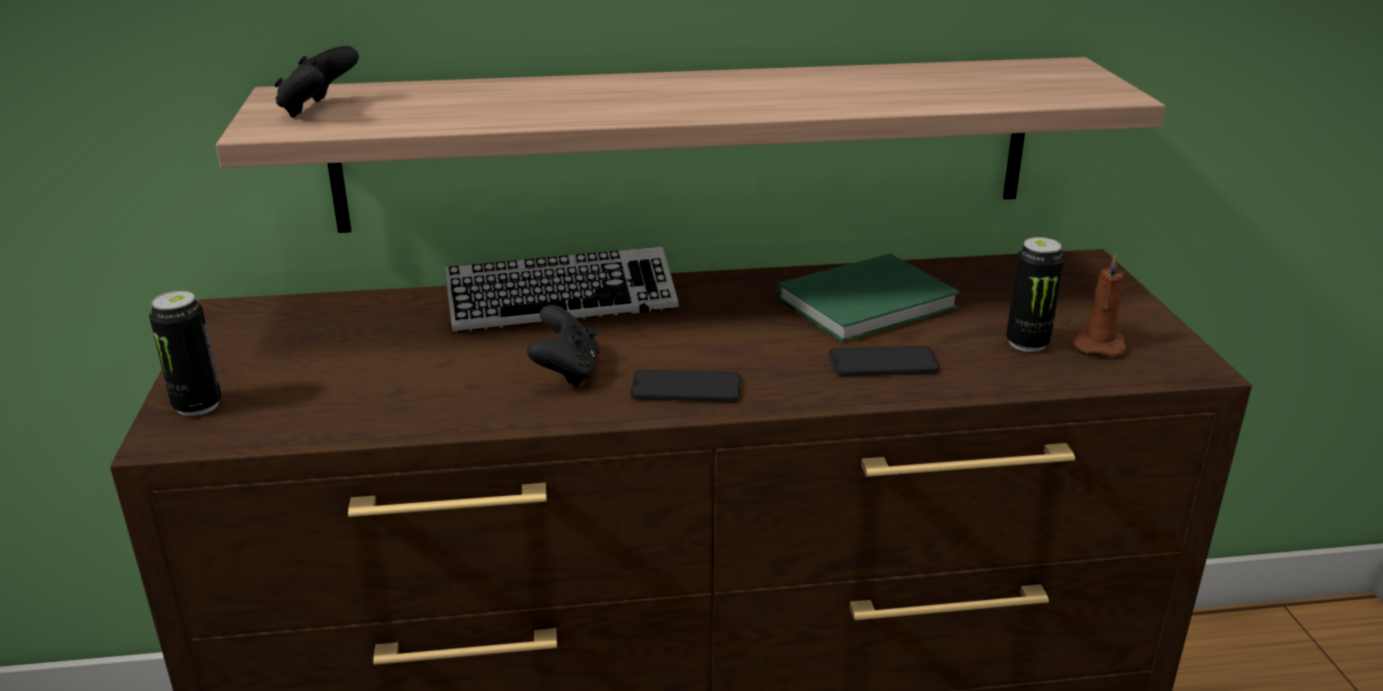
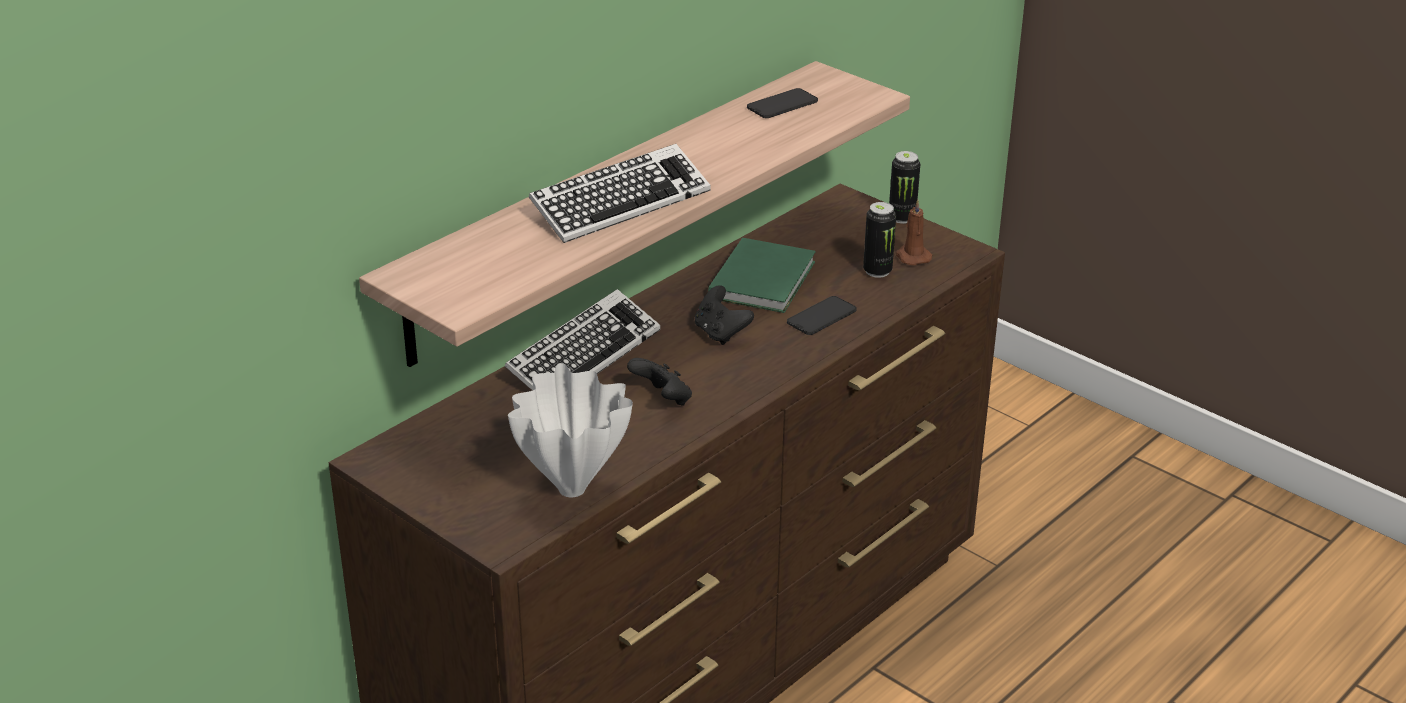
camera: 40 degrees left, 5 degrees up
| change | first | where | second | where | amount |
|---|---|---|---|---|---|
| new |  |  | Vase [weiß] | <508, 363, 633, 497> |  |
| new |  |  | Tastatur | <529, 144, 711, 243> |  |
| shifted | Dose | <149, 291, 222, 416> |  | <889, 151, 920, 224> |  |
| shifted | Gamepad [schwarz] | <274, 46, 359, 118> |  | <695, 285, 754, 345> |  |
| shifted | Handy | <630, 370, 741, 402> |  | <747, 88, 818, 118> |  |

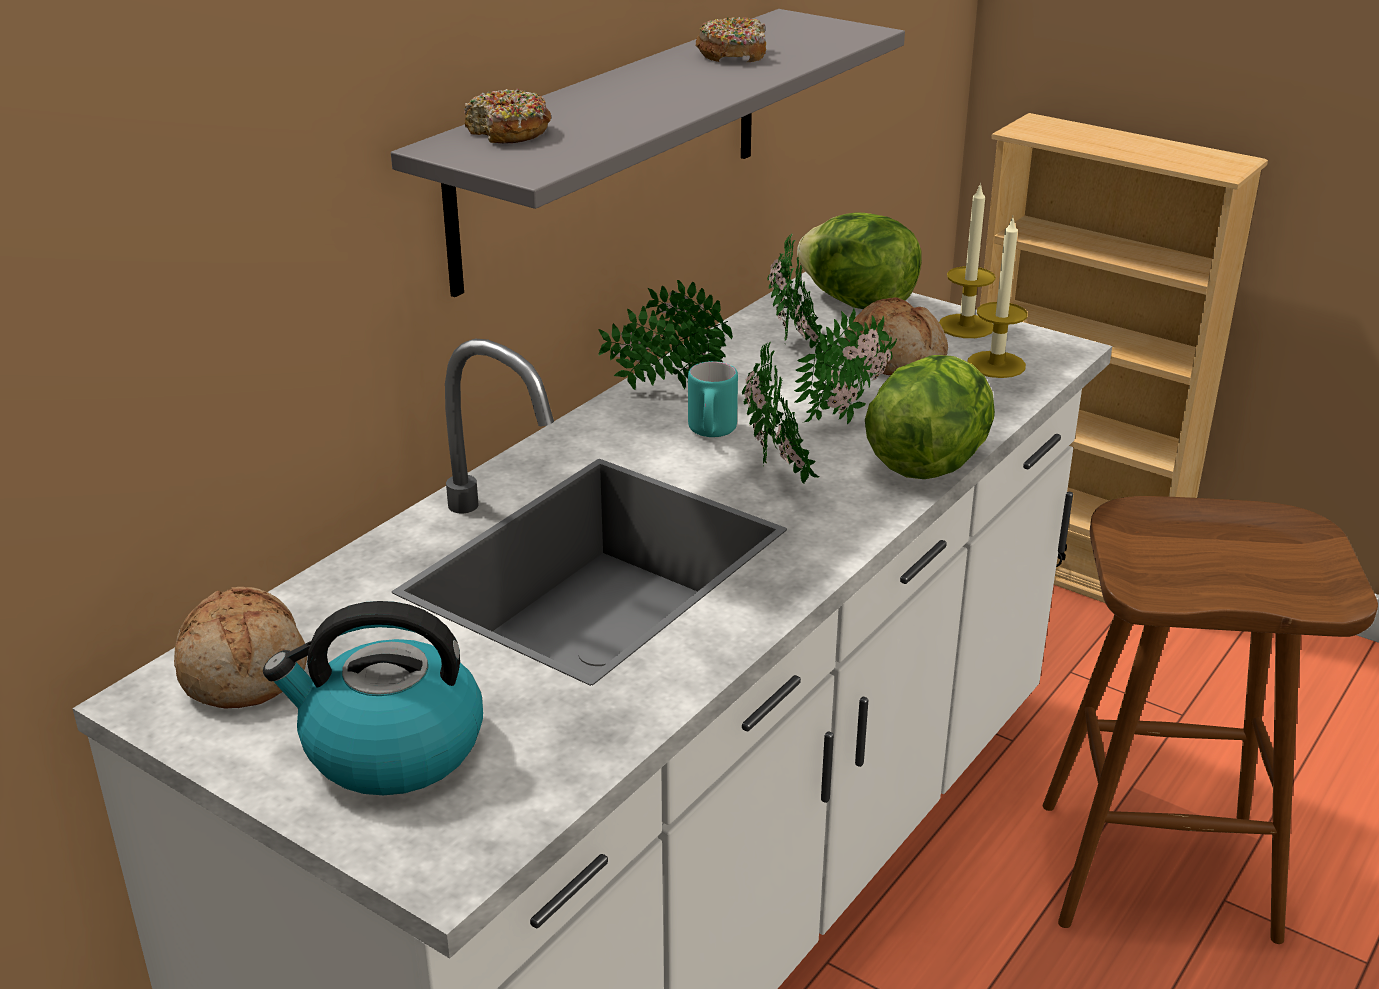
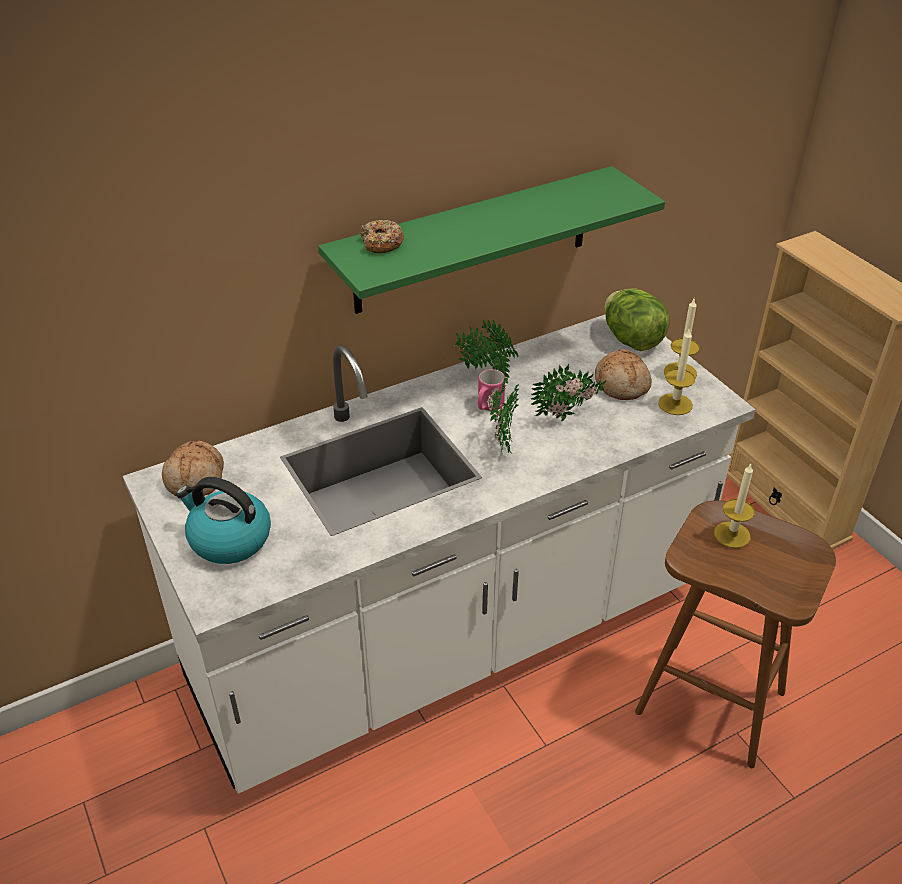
camera: 25 degrees right, 10 degrees up
| change | first | where | second | where | amount |
|---|---|---|---|---|---|
| gone | Donut | <696, 17, 766, 62> |  |  |  |
| gone | Topfpflanze | <767, 233, 827, 355> |  |  |  |
| gone | Salatkopf | <865, 355, 995, 479> |  |  |  |
| new |  |  | Kerze | <714, 464, 755, 548> |  |
| repainted | Wandregal [grau] | <391, 9, 905, 297> | Wandregal [grün] | <318, 166, 665, 314> |  |
| repainted | Henkelbecher [türkis] | <688, 361, 738, 437> | Henkelbecher [rosa] | <477, 369, 505, 411> |  |

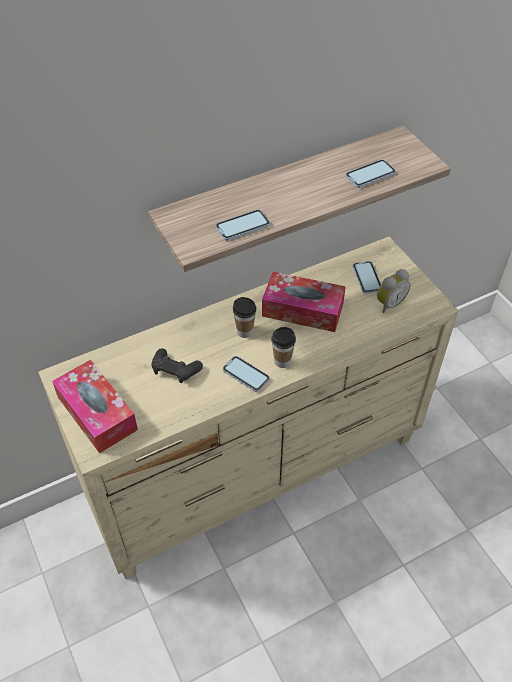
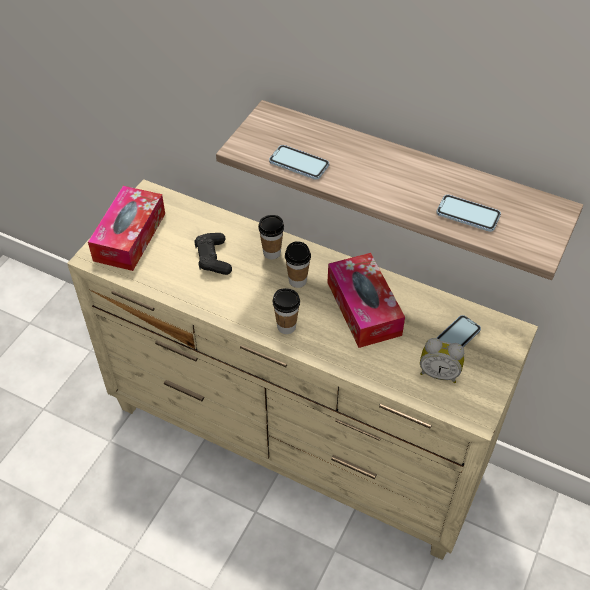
camera: 55 degrees right, 0 degrees up
| change | first | where | second | where | amount |
|---|---|---|---|---|---|
| gone | Handy | <223, 356, 270, 392> |  |  |  |
| new |  |  | Tasse | <258, 215, 284, 260> |  |

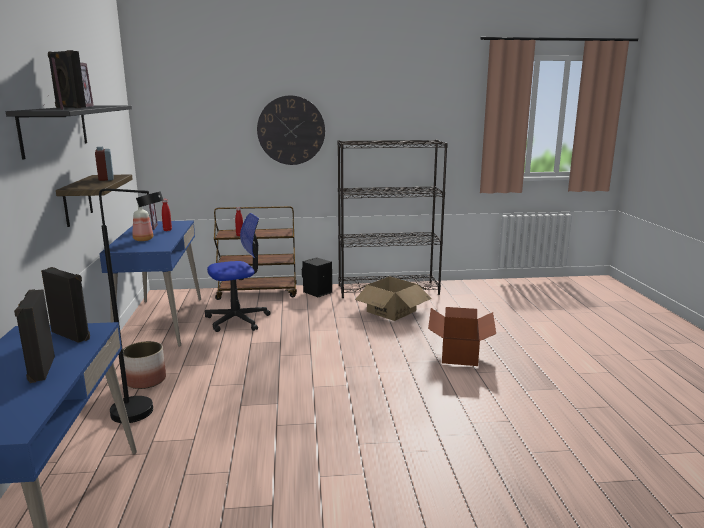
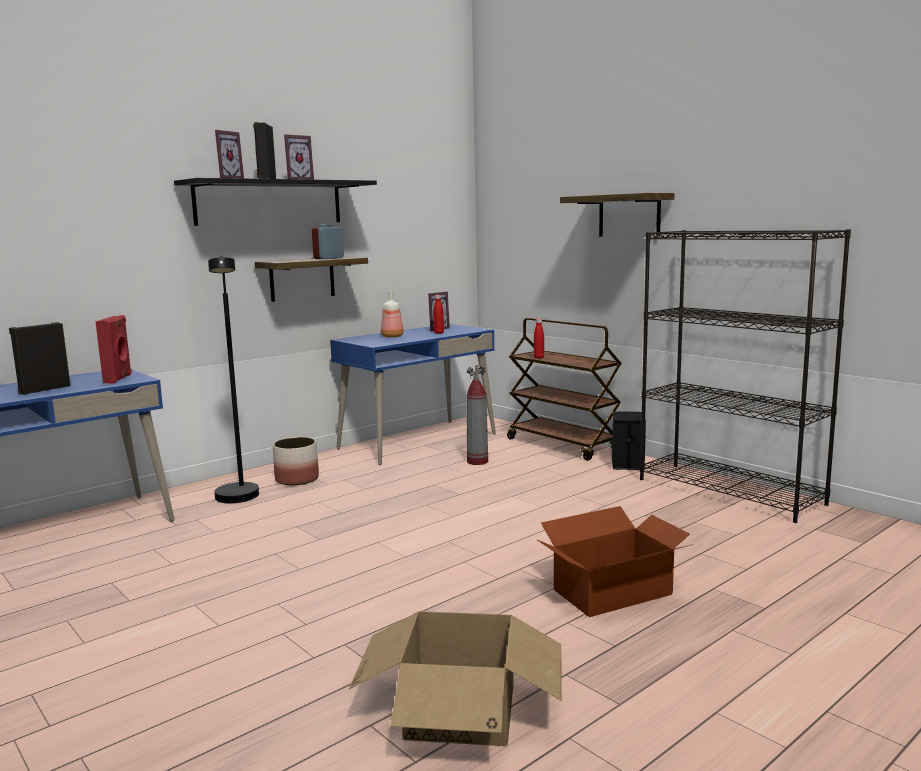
camera: 55 degrees right, 5 degrees down
| change | first | where | second | where | amount |
|---|---|---|---|---|---|
| shifted | Karton | <354, 277, 432, 321> |  | <349, 611, 562, 746> |  |
| swapped | Bürostuhl | <205, 213, 271, 332> | Feuerlöscher | <466, 364, 488, 465> |  |
| swapped | Wanduhr | <257, 95, 325, 165> | Wandregal | <560, 193, 675, 237> |  |
| repainted | Lautsprecher [schwarz] | <41, 267, 90, 343> | Lautsprecher [rot] | <95, 315, 132, 384> |  |

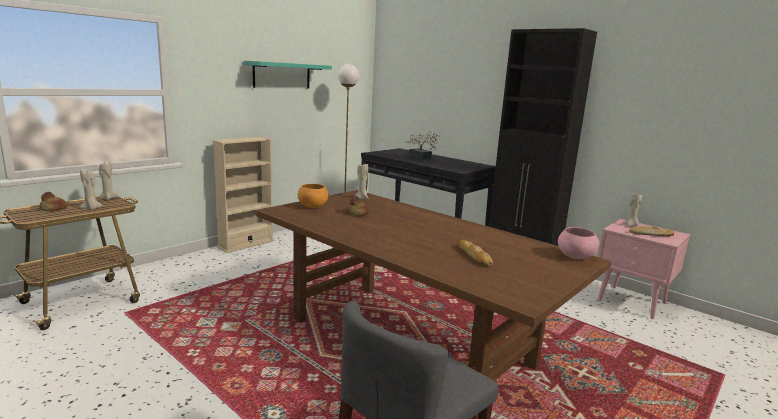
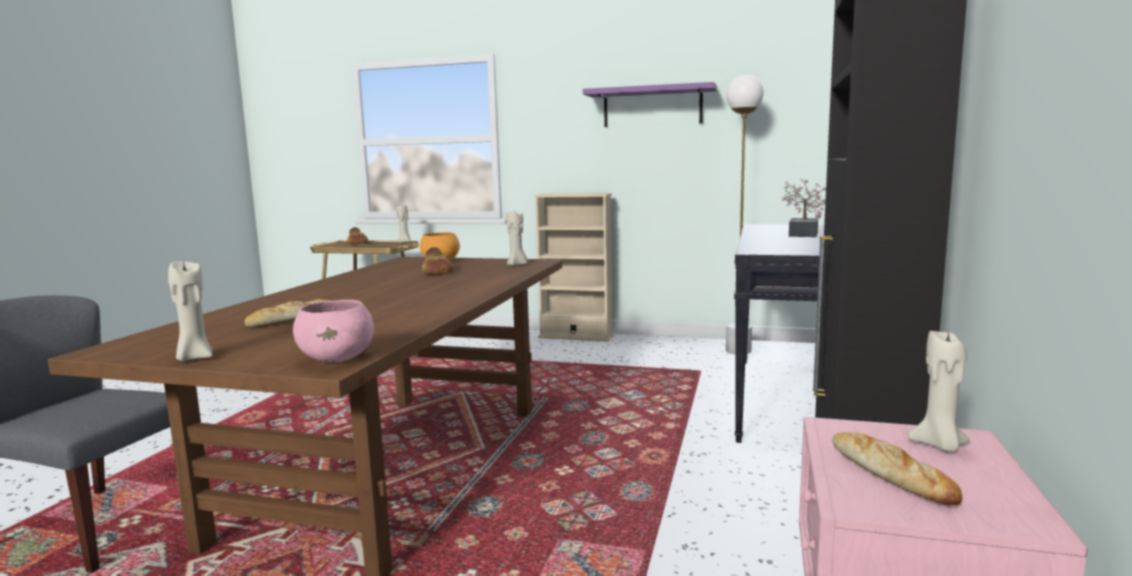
camera: 65 degrees right, 5 degrees down
| change | first | where | second | where | amount |
|---|---|---|---|---|---|
| shifted | Kerze [beige] | <80, 169, 103, 209> |  | <168, 261, 213, 361> |  |
| repainted | Wandregal [türkis] | <244, 61, 332, 89> | Wandregal [lila] | <583, 82, 717, 127> |  |

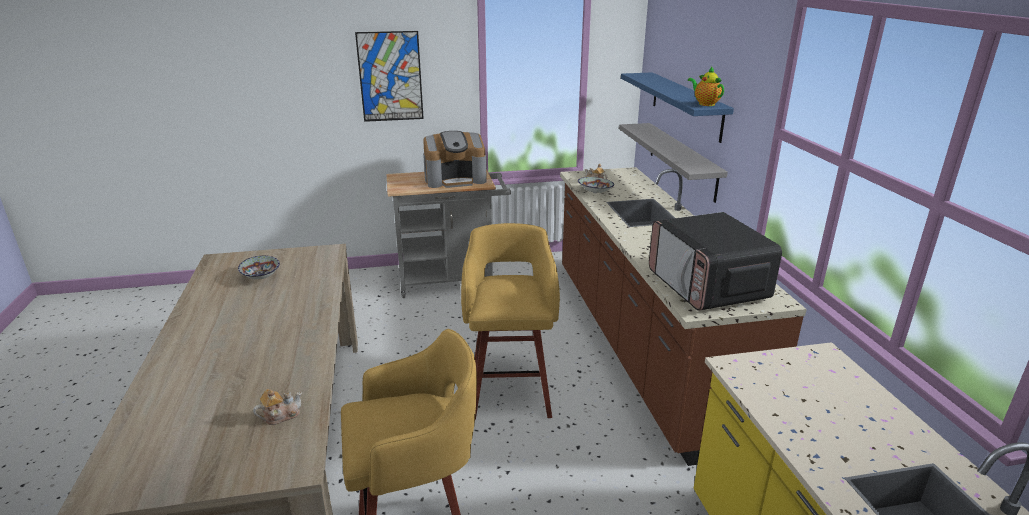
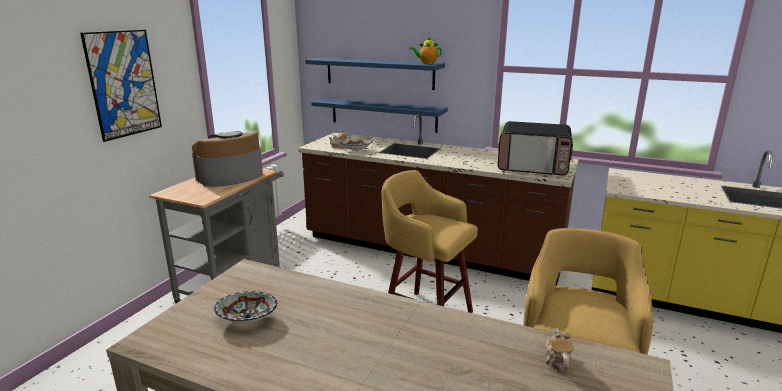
camera: 55 degrees left, 5 degrees down
| change | first | where | second | where | amount |
|---|---|---|---|---|---|
| repainted | Wandregal [grau] | <619, 123, 728, 203> | Wandregal [blau] | <311, 98, 448, 133> |  |
| rotated | Kaffeemaschine | <423, 131, 487, 188> |  | <192, 131, 263, 187> | 150 degrees counterclockwise |

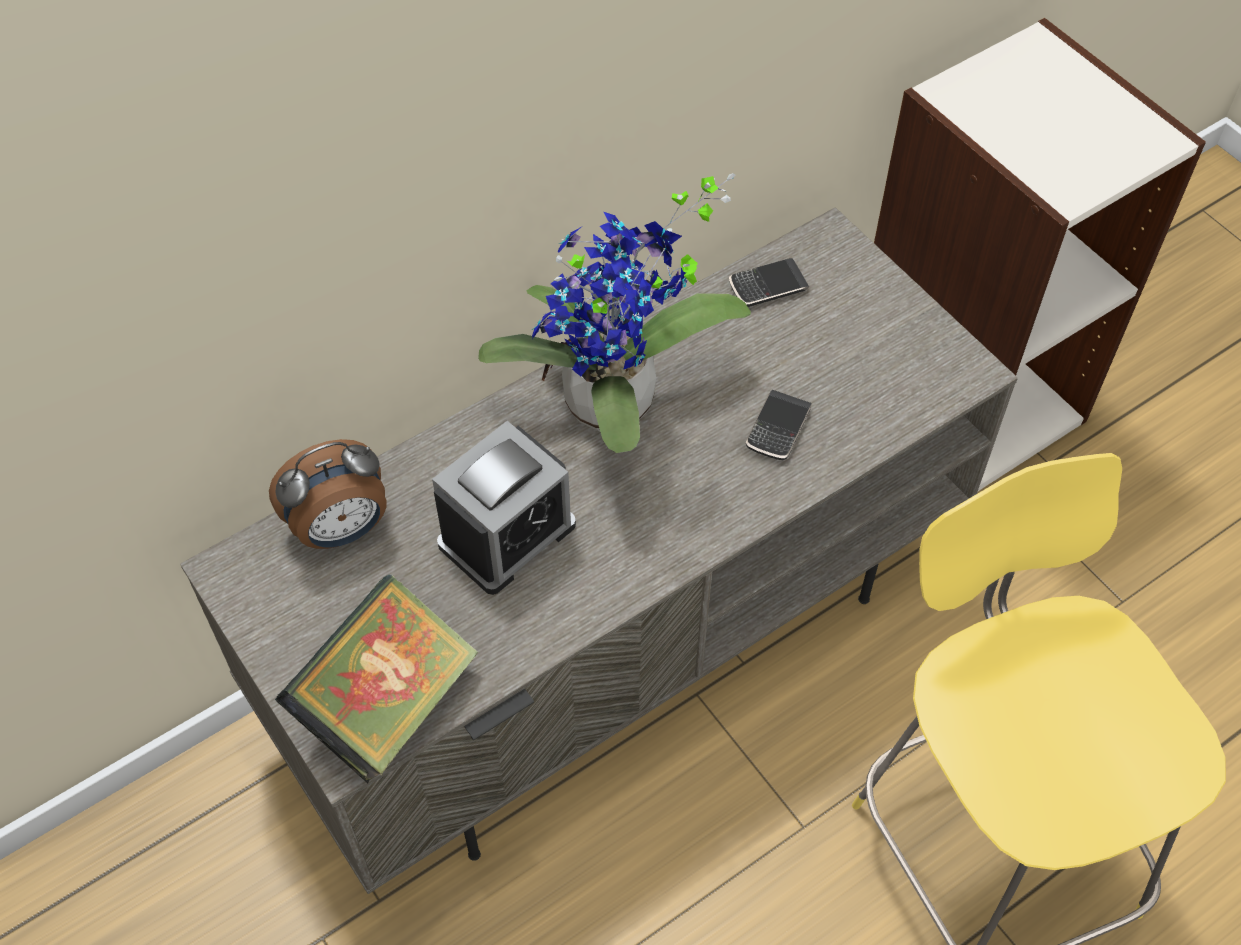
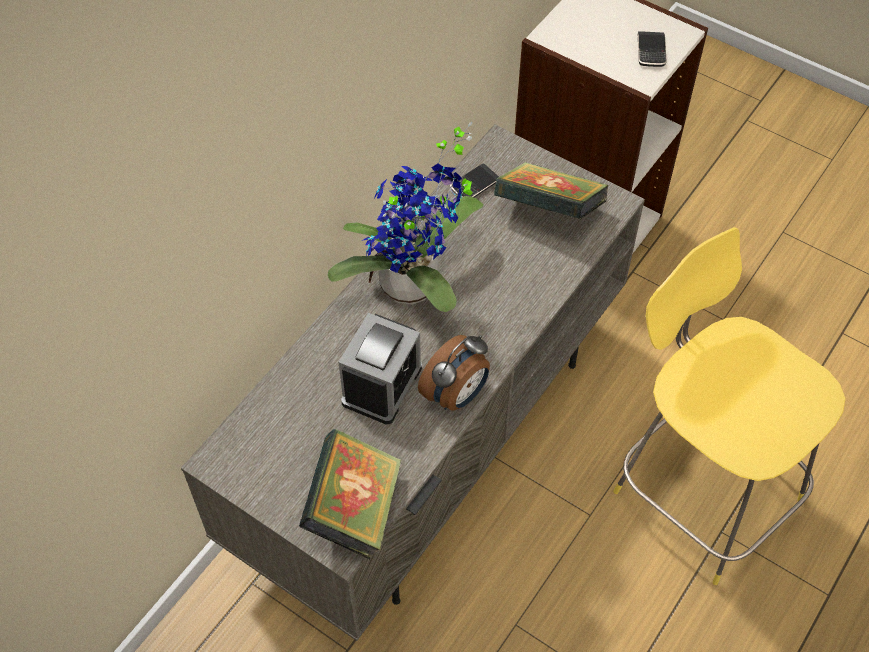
camera: 20 degrees left, 0 degrees up
| change | first | where | second | where | amount |
|---|---|---|---|---|---|
| new |  |  | Buch | <494, 162, 609, 219> |  |
| shifted | Wecker | <269, 439, 386, 549> |  | <418, 335, 490, 410> |  |
| shifted | Handy | <746, 390, 812, 460> |  | <638, 31, 666, 67> |  |

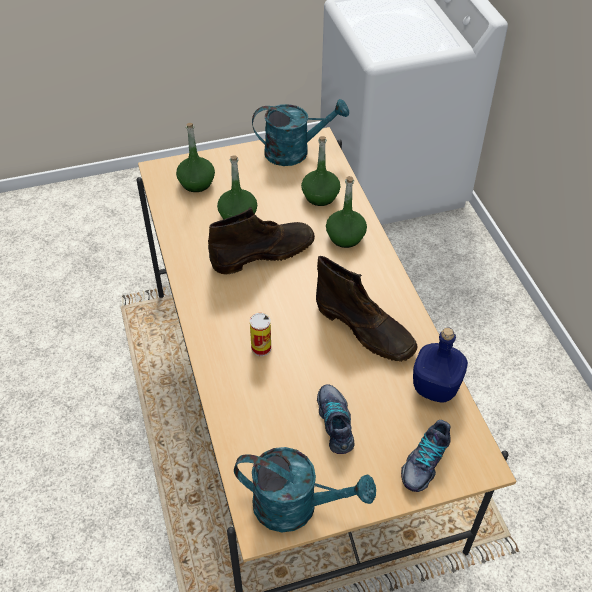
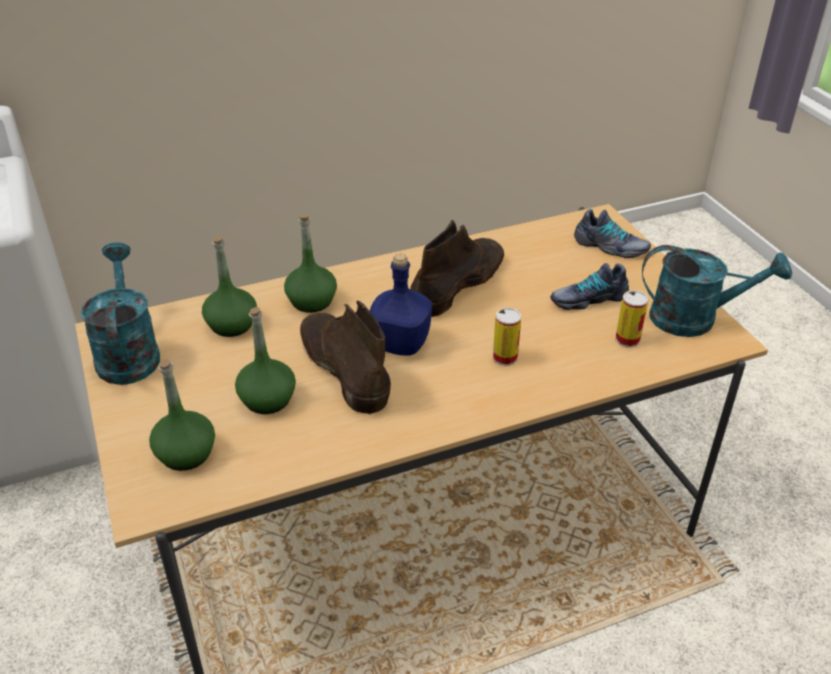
camera: 95 degrees left, 10 degrees down
| change | first | where | second | where | amount |
|---|---|---|---|---|---|
| new |  |  | Dose | <615, 290, 649, 348> |  |
| shifted | Flasche [blau] | <413, 328, 468, 403> |  | <370, 254, 432, 356> |  |
| rotated | Gießkanne [türkis] | <234, 447, 376, 532> |  | <642, 245, 792, 337> | 90 degrees clockwise |

